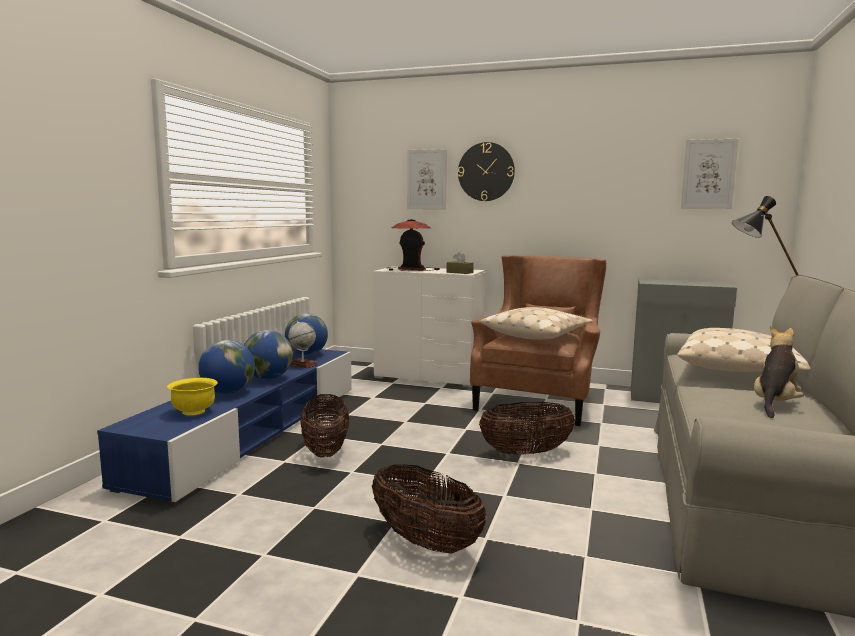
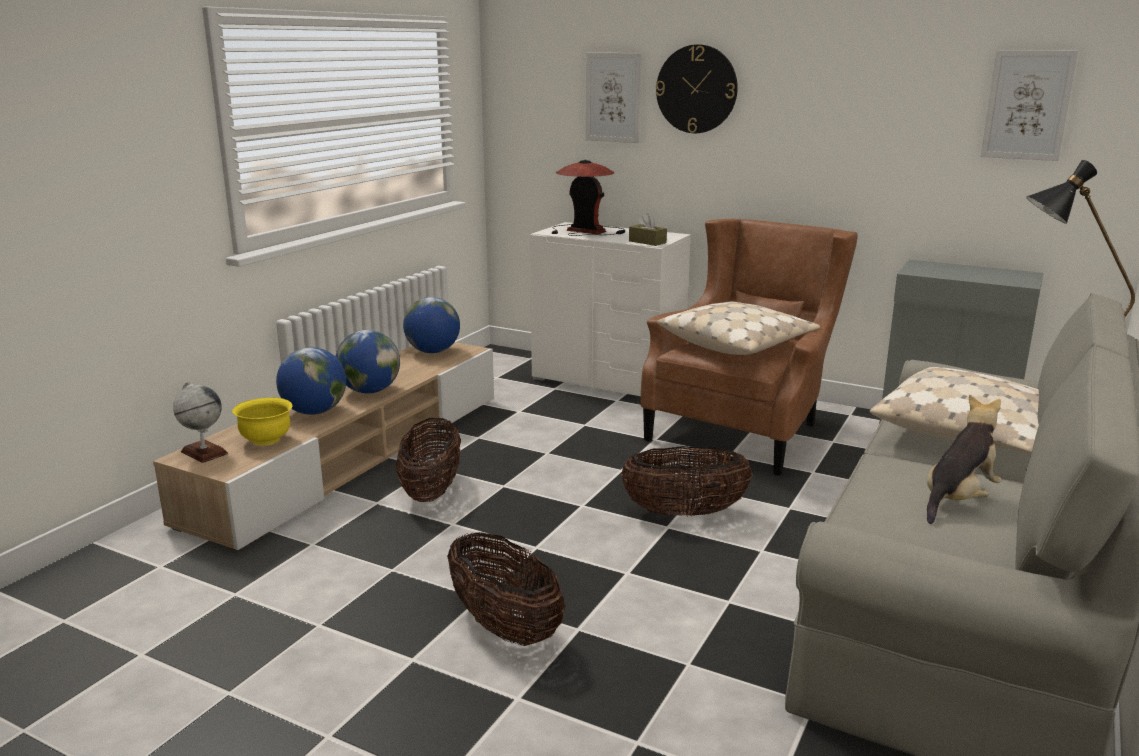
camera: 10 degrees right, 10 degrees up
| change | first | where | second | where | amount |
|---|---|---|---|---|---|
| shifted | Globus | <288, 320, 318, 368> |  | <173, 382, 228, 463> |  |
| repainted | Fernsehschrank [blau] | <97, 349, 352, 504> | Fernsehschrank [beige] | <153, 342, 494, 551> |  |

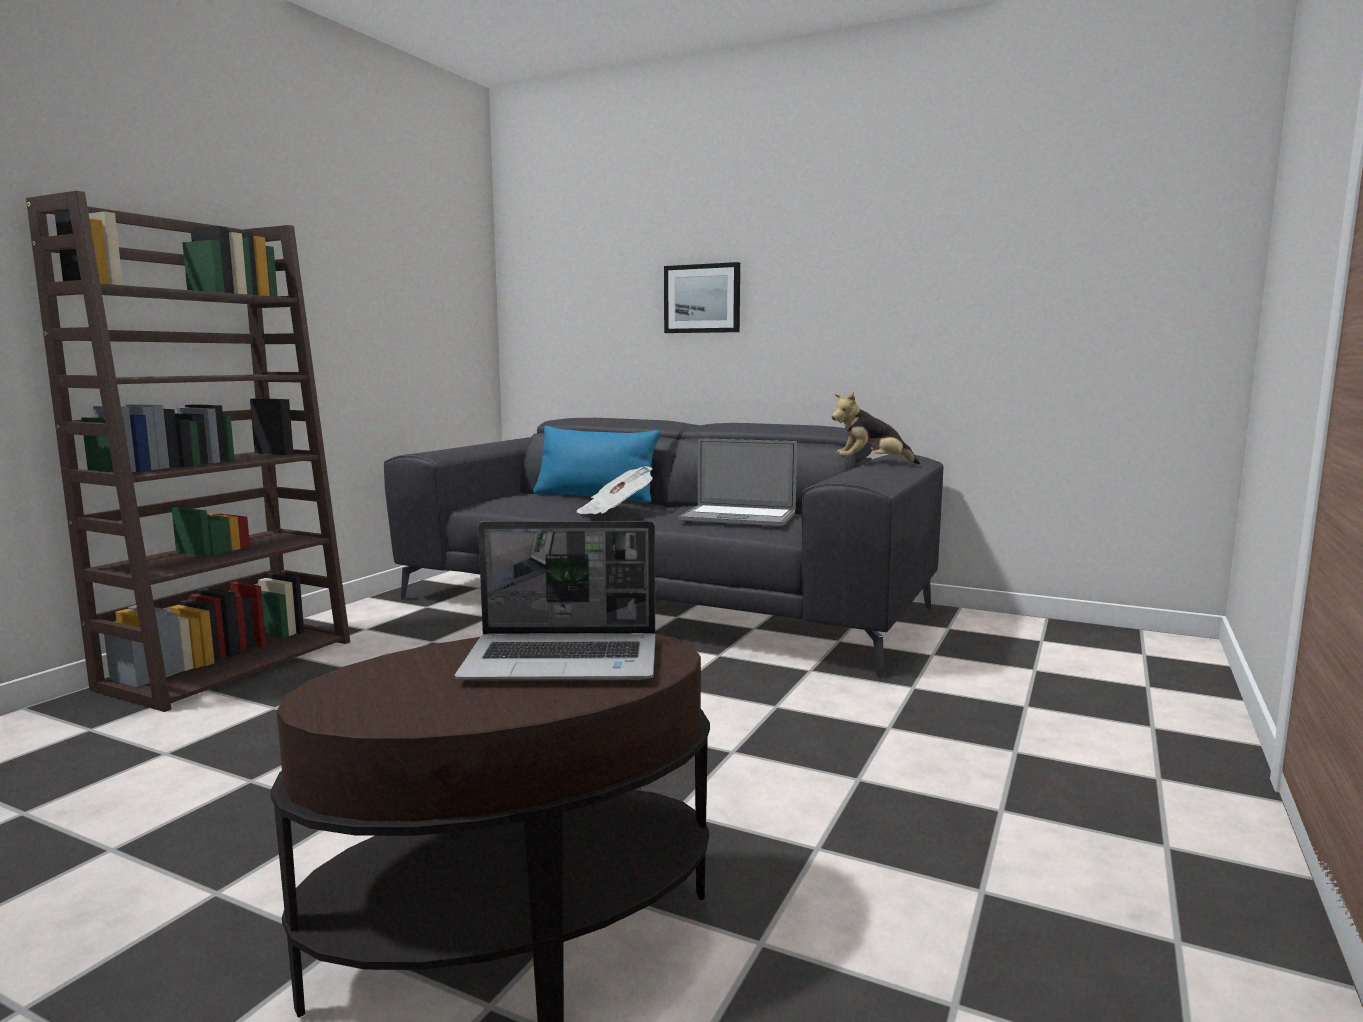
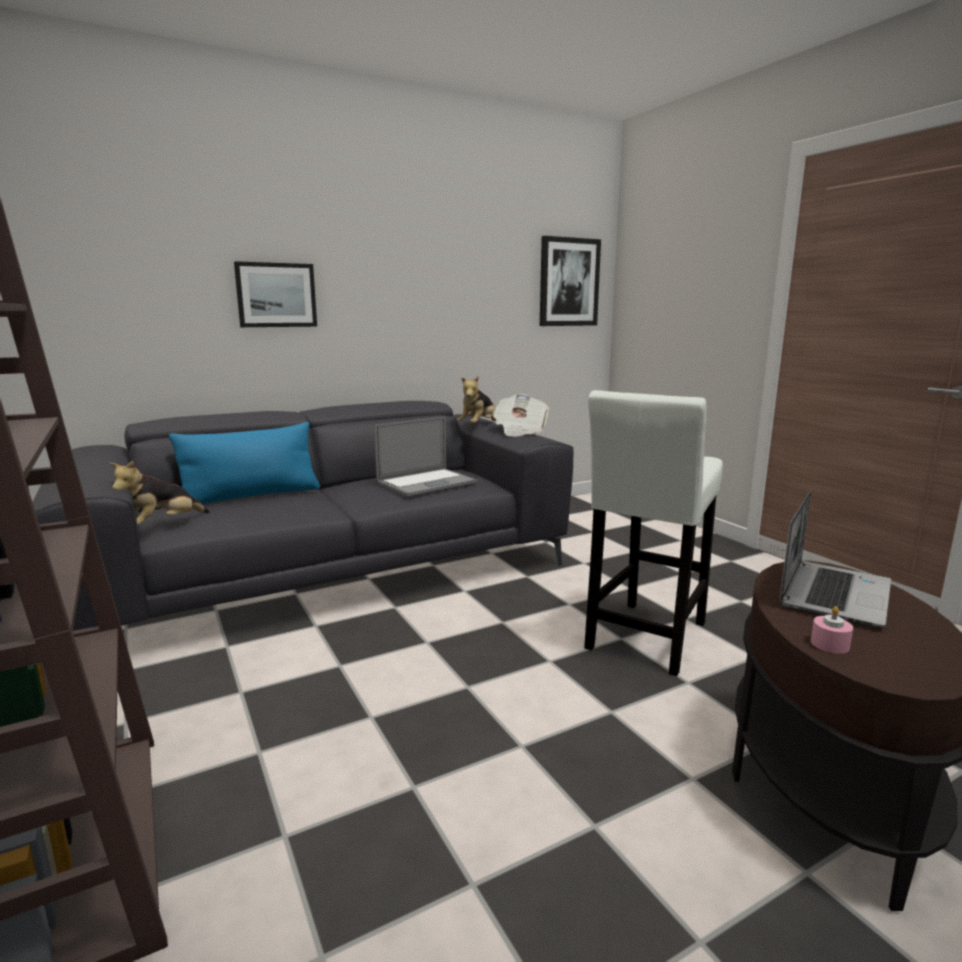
camera: 55 degrees left, 5 degrees up
| change | first | where | second | where | amount |
|---|---|---|---|---|---|
| new |  |  | Plüschtier | <109, 461, 210, 525> |  |
| new |  |  | Bild | <540, 236, 601, 326> |  |
| new |  |  | Hocker [weiß] | <584, 390, 723, 676> |  |
| new |  |  | Kerze [rosa] | <811, 606, 853, 654> |  |
| shifted | Zeitung | <577, 466, 653, 514> |  | <492, 394, 549, 437> |  |

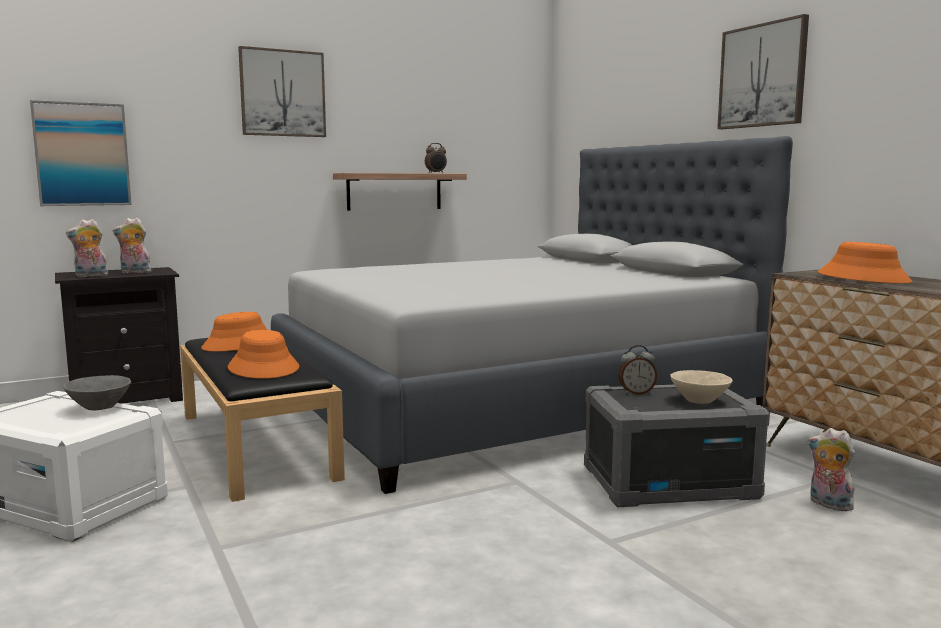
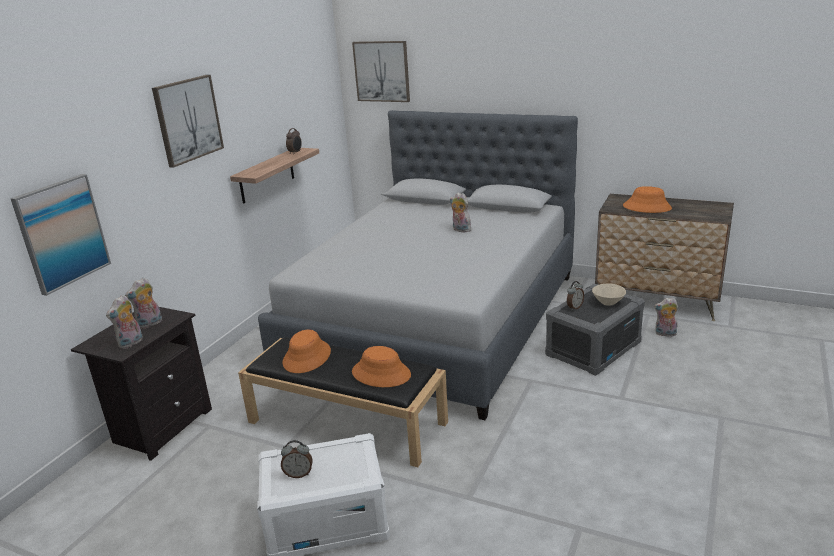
camera: 35 degrees left, 15 degrees up
| change | first | where | second | where | amount |
|---|---|---|---|---|---|
| gone | Schüssel [grau] | <63, 375, 131, 410> |  |  |  |
| new |  |  | Wecker | <281, 440, 313, 478> |  |
| new |  |  | Plüschtier | <450, 193, 474, 232> |  |
| shifted | Bild | <717, 14, 809, 129> |  | <352, 41, 410, 102> |  |

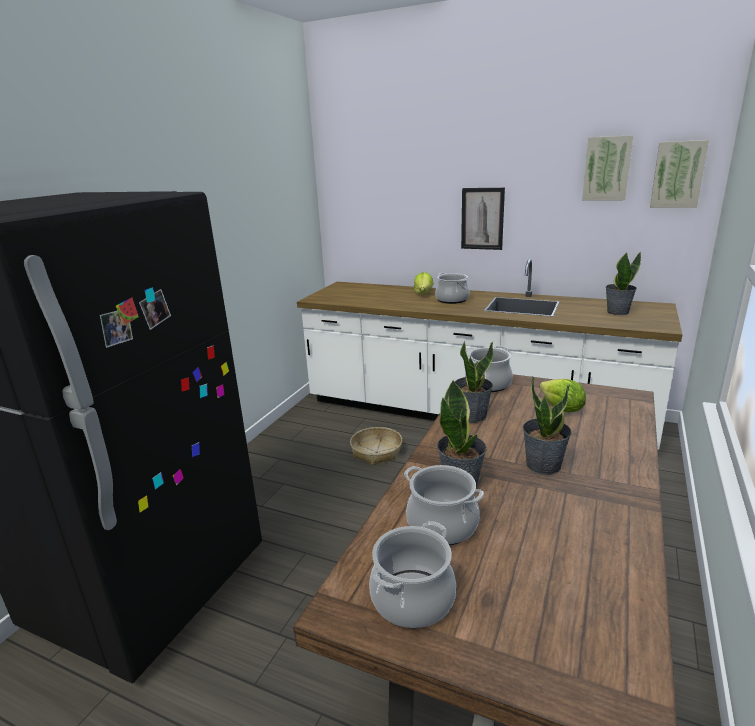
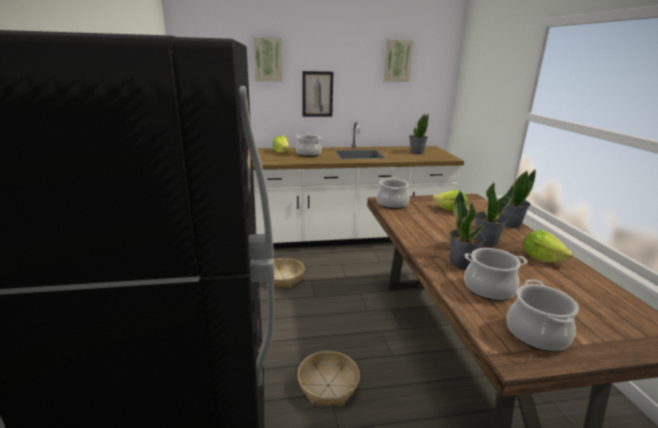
camera: 35 degrees left, 0 degrees up
| change | first | where | second | where | amount |
|---|---|---|---|---|---|
| new |  |  | Korb | <298, 351, 360, 407> |  |
| new |  |  | Salatkopf | <523, 230, 573, 263> |  |
| shifted | Topfpflanze | <455, 341, 493, 423> |  | <501, 169, 536, 228> |  |
| shifted | Bild | <650, 140, 709, 208> |  | <253, 37, 283, 82> |  |

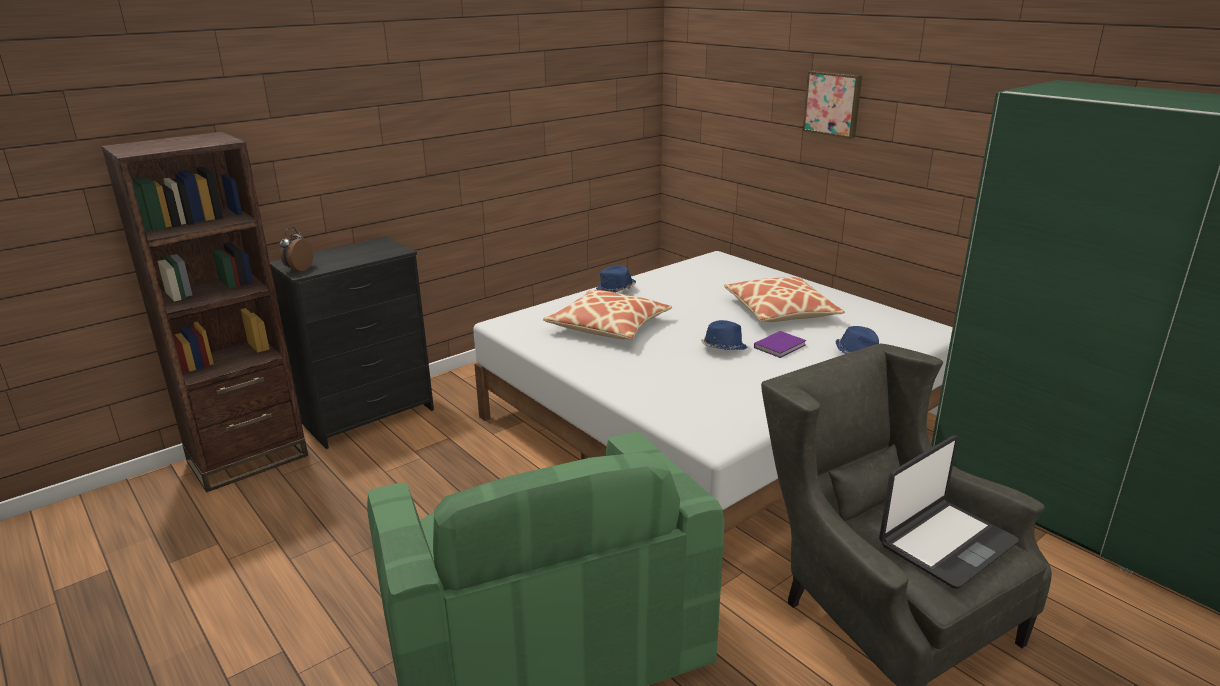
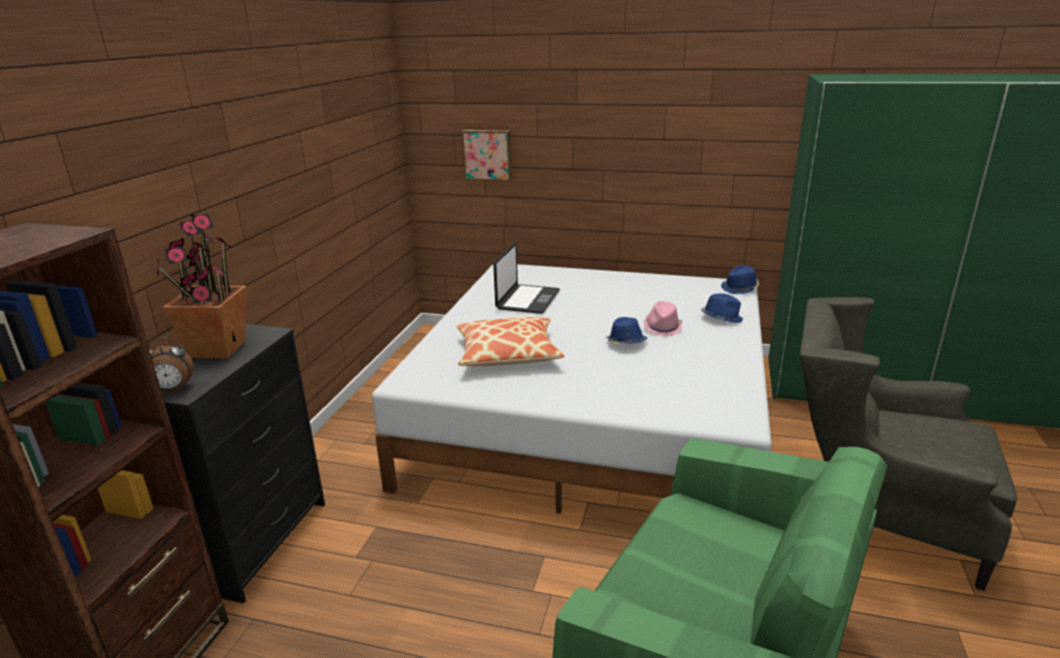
camera: 35 degrees left, 0 degrees up
| change | first | where | second | where | amount |
|---|---|---|---|---|---|
| gone | Kissen | <724, 277, 845, 322> |  |  |  |
| new |  |  | Topfpflanze | <157, 213, 247, 358> |  |
| shifted | Hut [blau] | <596, 265, 636, 293> |  | <721, 265, 759, 294> |  |
| shifted | Bild | <803, 70, 862, 139> |  | <462, 130, 512, 181> |  |
| shifted | Laptop | <879, 436, 1019, 589> |  | <493, 243, 560, 314> |  |
| swapped | Buch [lila] | <754, 331, 806, 358> | Hut [rosa] | <644, 301, 682, 336> |  |
| rotated | Wecker | <280, 227, 314, 272> |  | <148, 338, 194, 392> | 90 degrees counterclockwise |

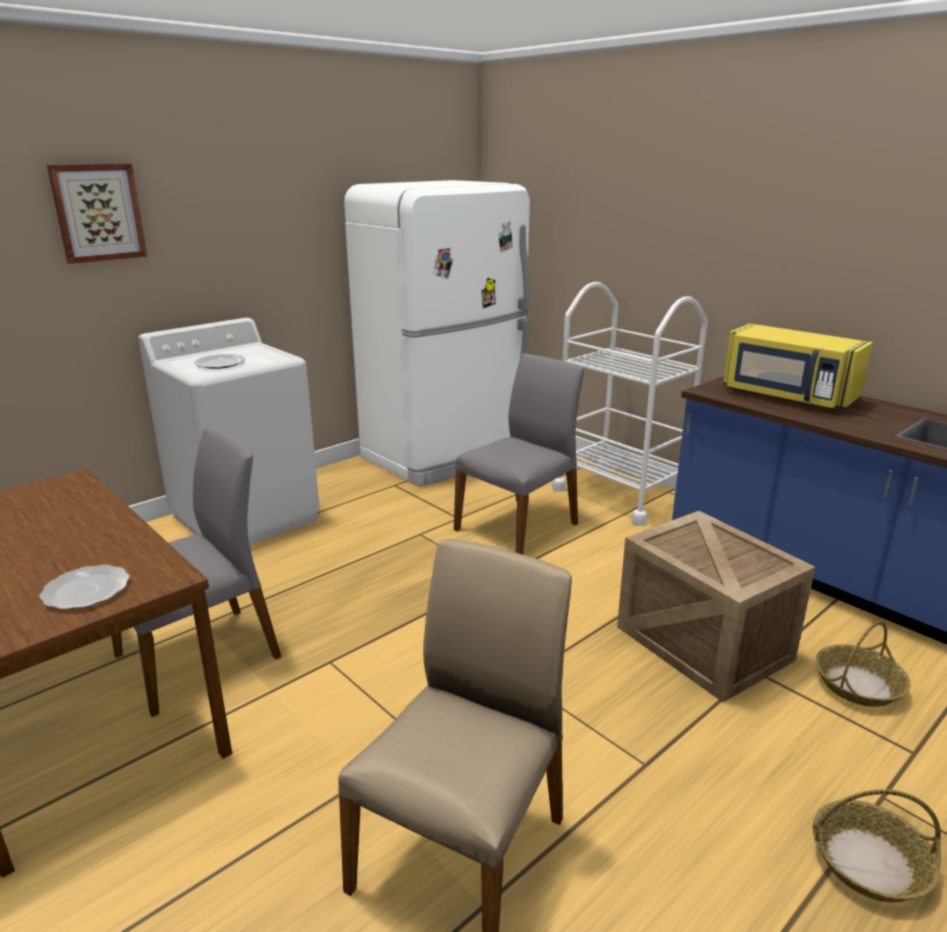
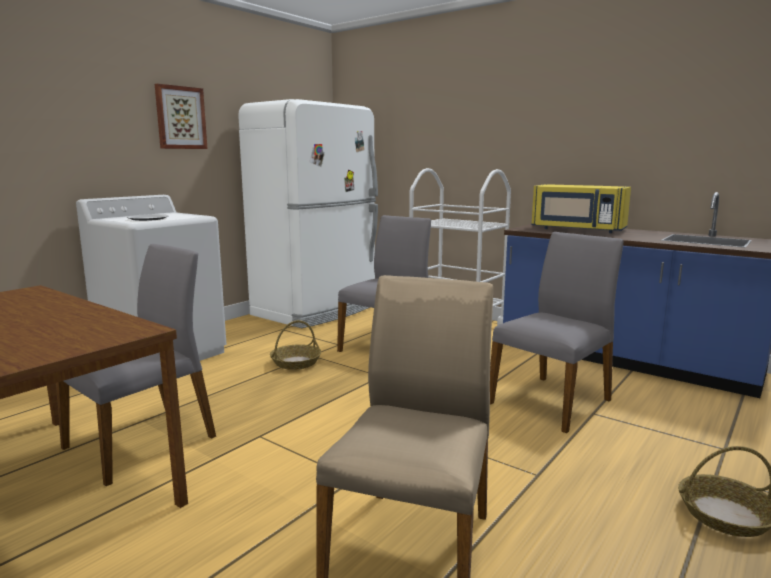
camera: 10 degrees left, 10 degrees down
| change | first | where | second | where | amount |
|---|---|---|---|---|---|
| gone | Teller | <40, 565, 130, 610> |  |  |  |
| shifted | Bild | <47, 164, 147, 264> |  | <155, 84, 207, 149> |  |
| shifted | Korb | <815, 621, 911, 707> |  | <270, 320, 321, 370> |  |
| swapped | Kiste | <617, 511, 815, 702> | Stuhl [grau] | <490, 232, 624, 433> |  |

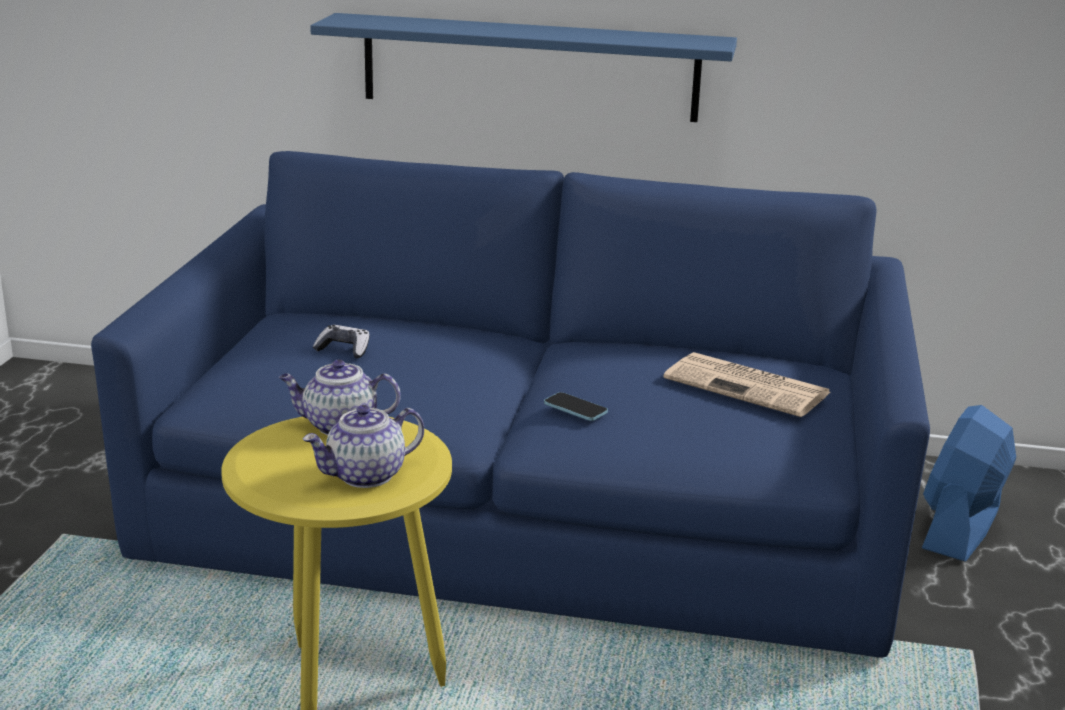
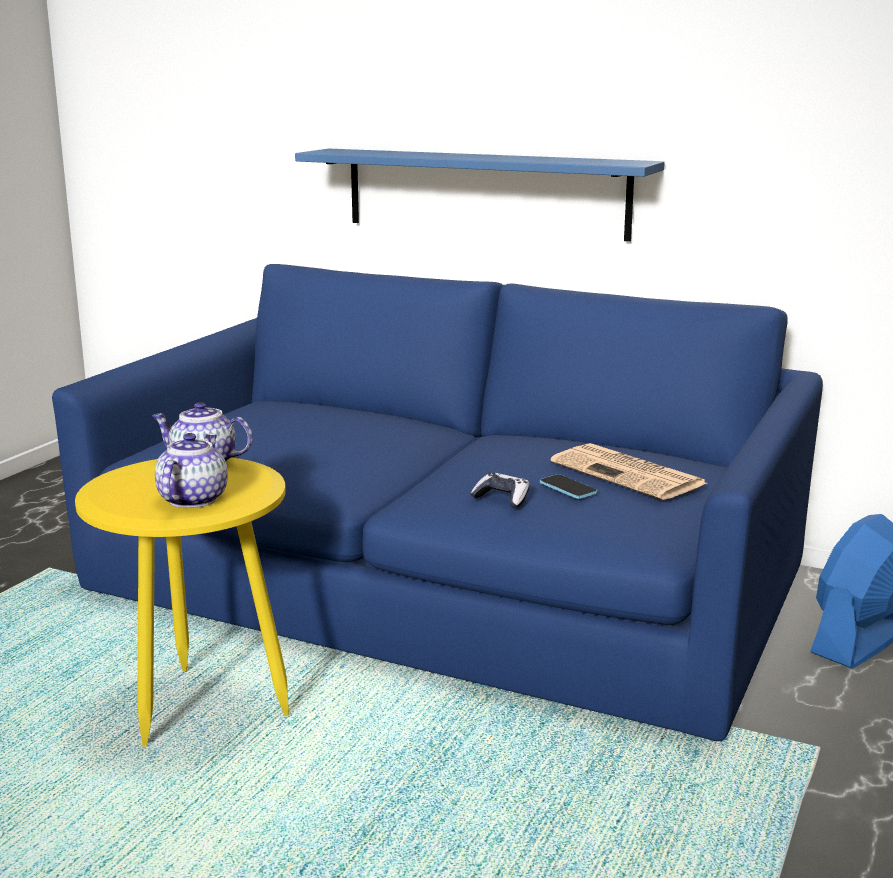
camera: 15 degrees right, 5 degrees down
| change | first | where | second | where | amount |
|---|---|---|---|---|---|
| shifted | Gamepad | <313, 325, 370, 358> |  | <470, 472, 530, 508> |  |
| shifted | Handy | <544, 392, 608, 421> |  | <540, 474, 597, 499> |  |
| rotated | Teekanne | <302, 405, 424, 488> |  | <155, 433, 228, 508> | 120 degrees clockwise |

